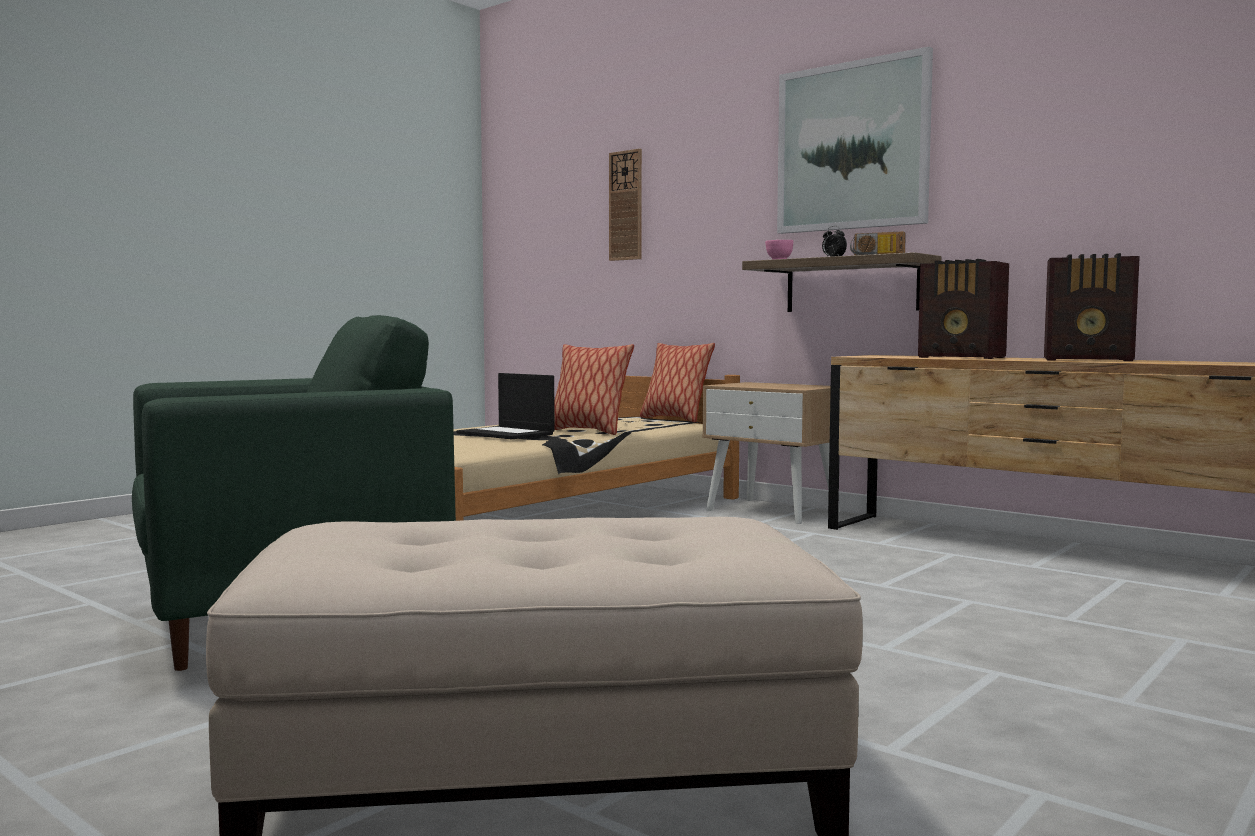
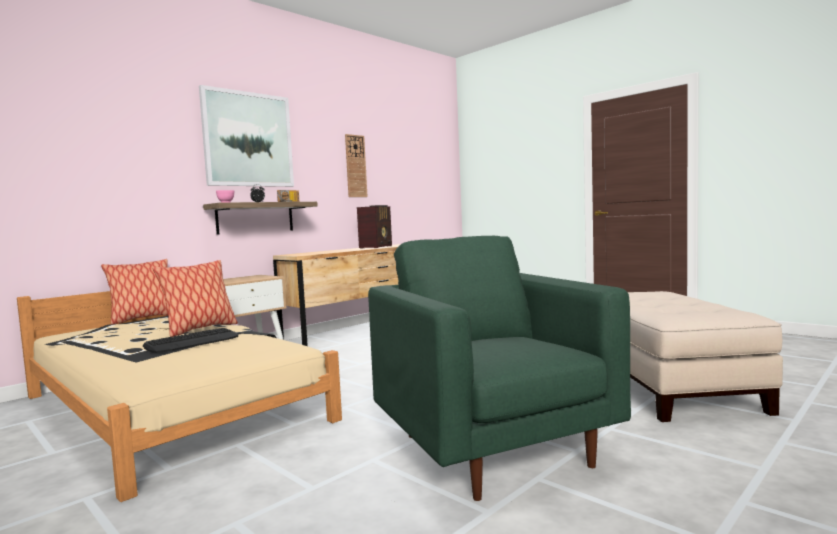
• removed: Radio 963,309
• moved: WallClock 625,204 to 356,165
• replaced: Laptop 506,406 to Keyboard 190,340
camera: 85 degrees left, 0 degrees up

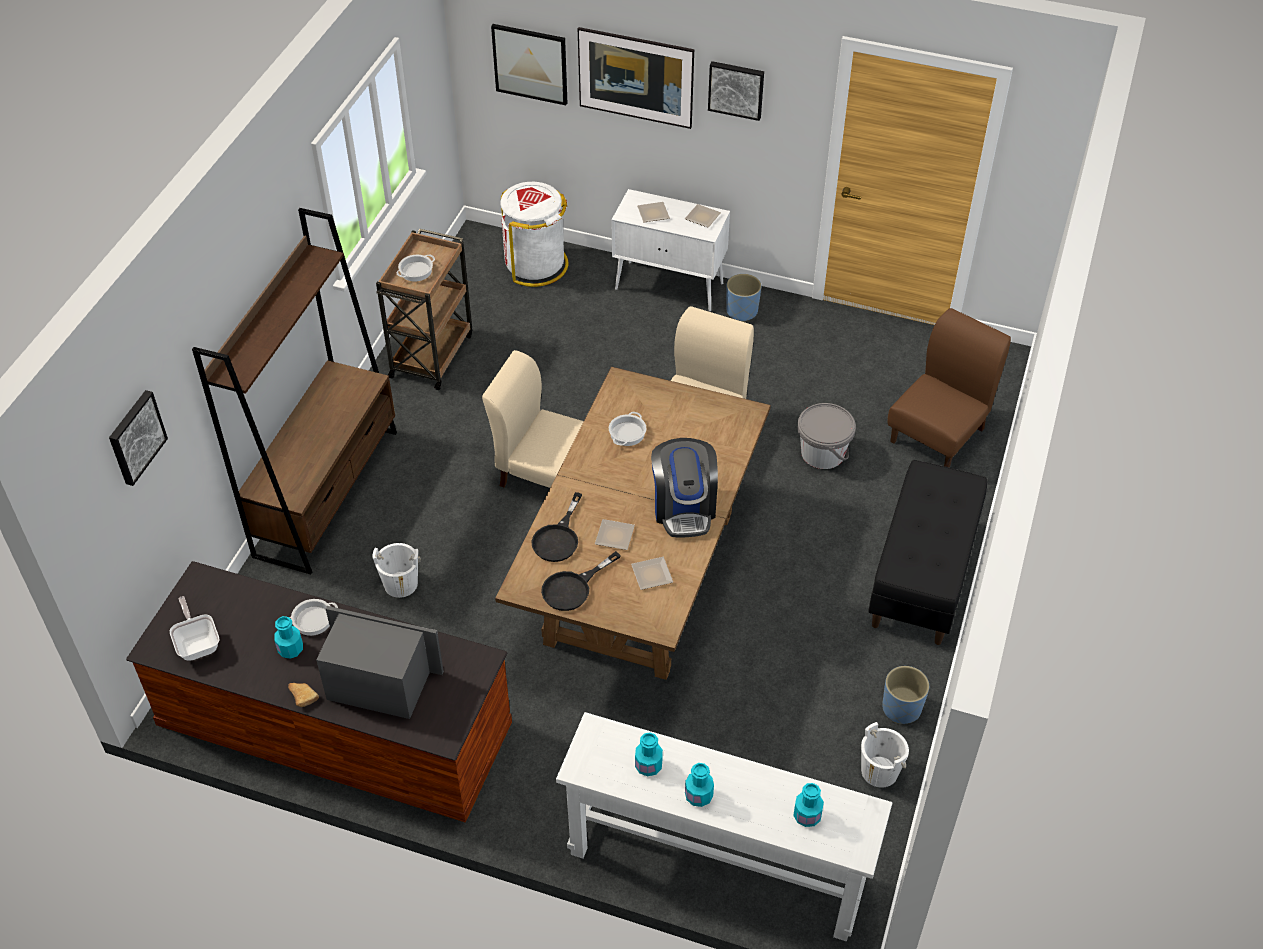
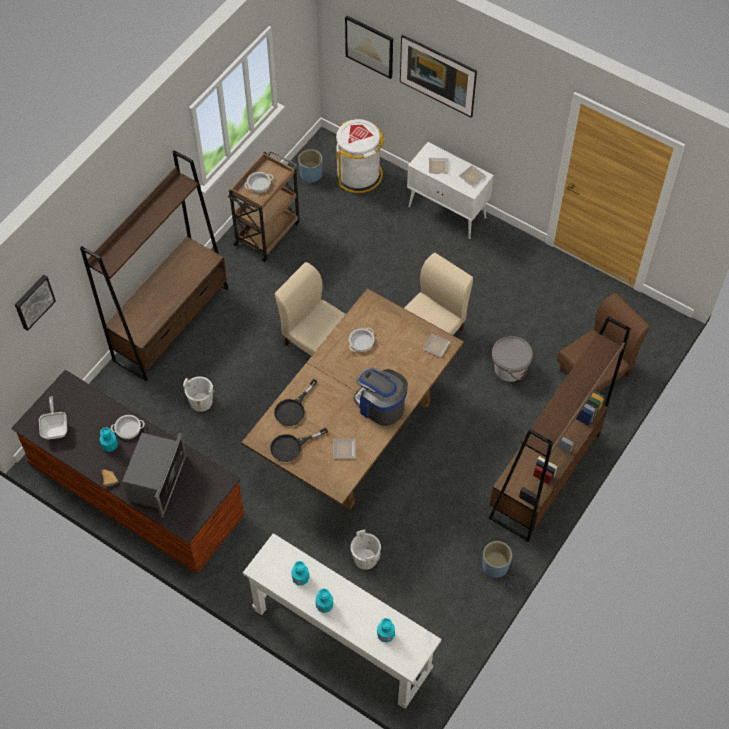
• removed: Picture 736,91
• moved: Plate 615,534 to 436,345
• moved: BluePlanter 743,298 to 310,166
• moved: WhiteBucket 885,755 to 365,549
• replaced: BlackBench 927,552 to BrownBookcase 560,429
• turned: Microwave 380,662 = 154,475 75 degrees clockwise
• turned: CoffeeMachine 684,488 = 380,396 120 degrees clockwise
camera: 15 degrees right, 10 degrees up

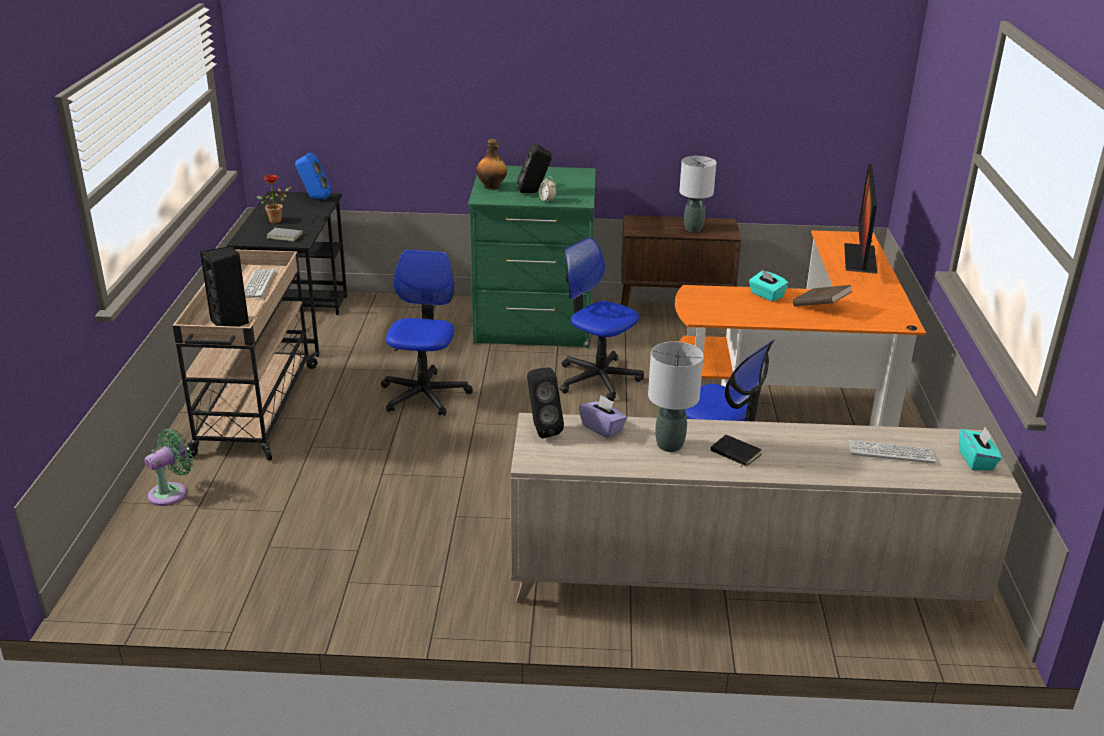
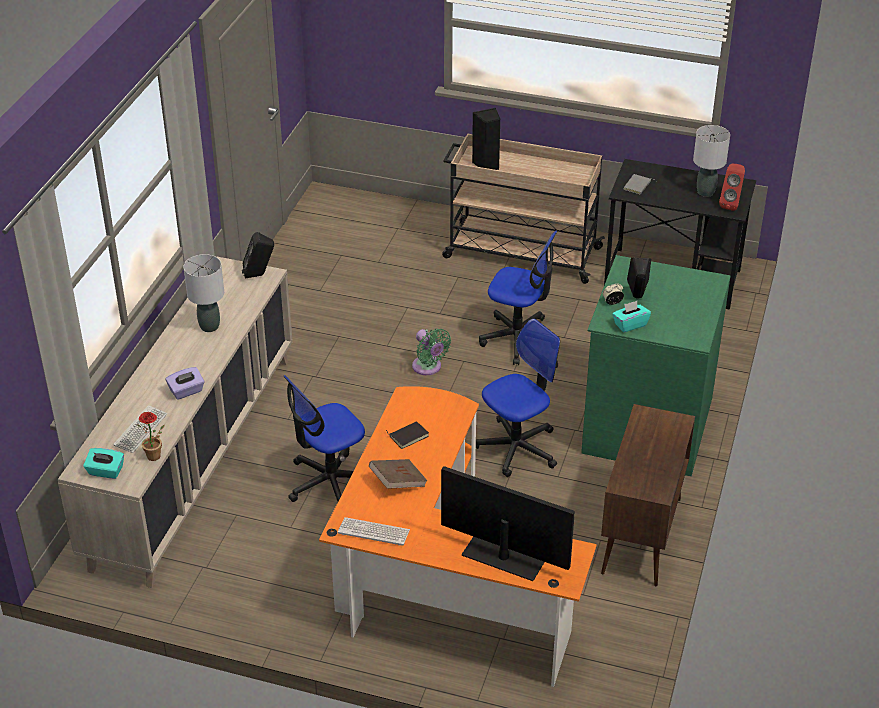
• removed: Bottle 491,164
• moved: GreenFan 169,467 to 431,352
• moved: Keyboard 259,283 to 374,531
• moved: PottedPlant 274,199 to 151,436
• moved: PurpleTissueBox 603,416 to 185,383
• moved: GreyTableLamp 698,194 to 711,161
• moved: BlackBook 736,451 to 407,435
• moved: TurquoiseTissueBox 768,286 to 631,316
• recoloured: BlueSpeaker 313,176 to RedSpeaker 732,187
camera: 105 degrees right, 10 degrees up

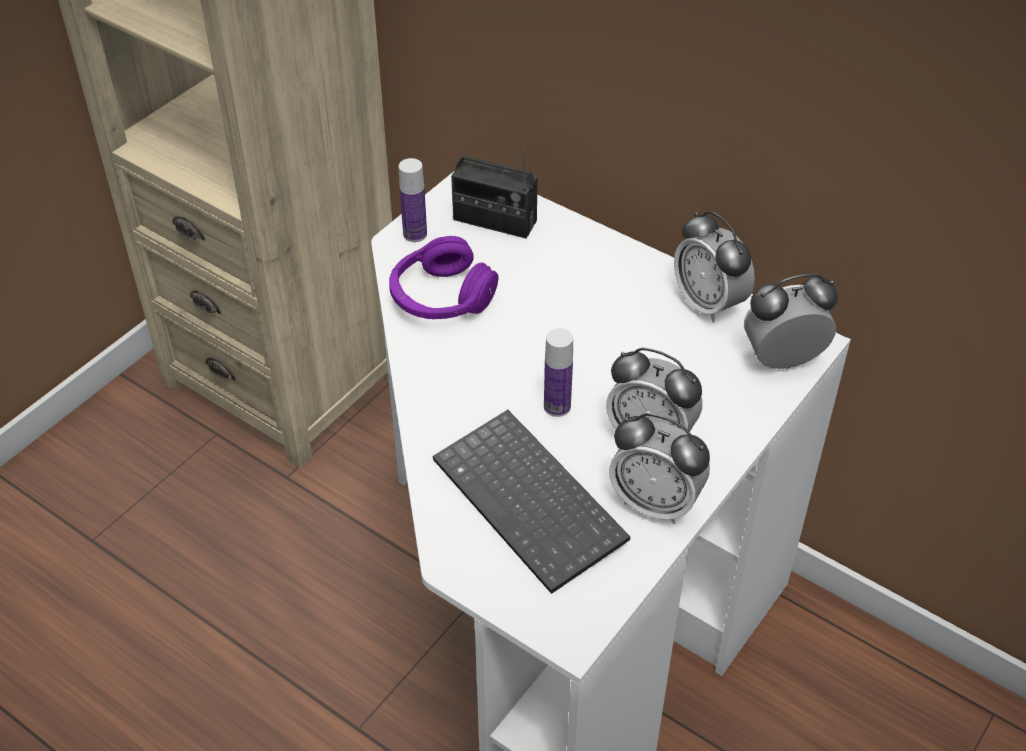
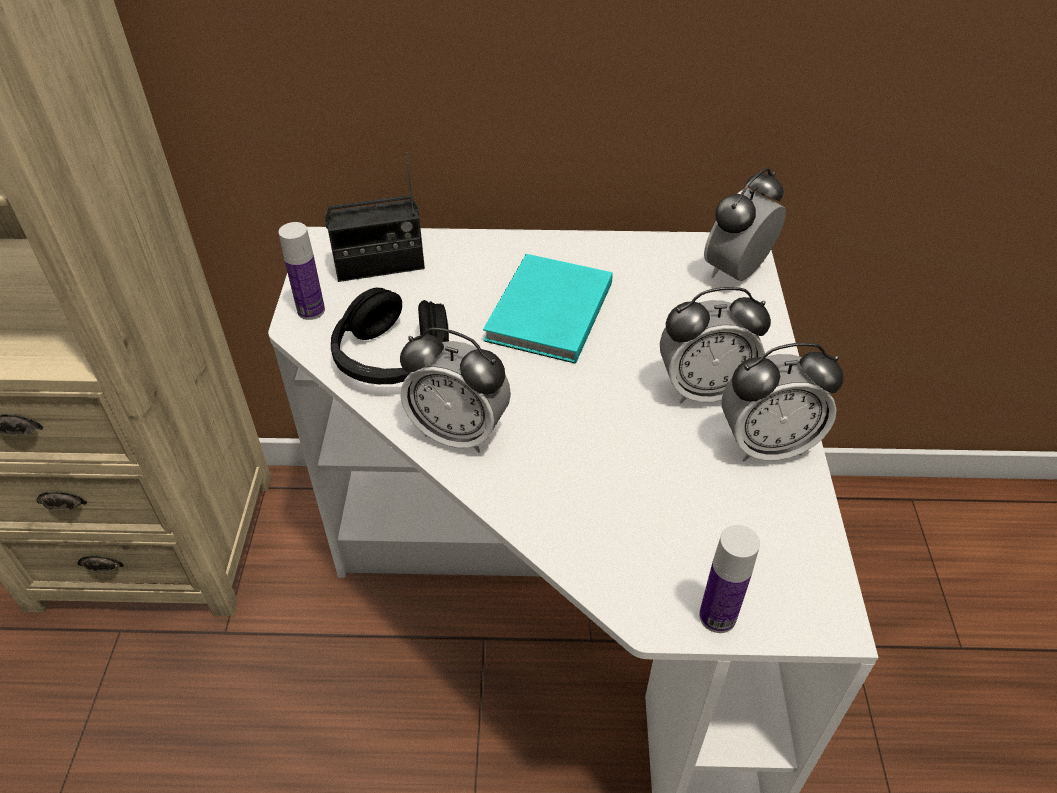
• removed: Keyboard 531,502
• added: TurquoiseBook 548,309
• moved: Bottle 558,372 to 729,579
• moved: AlarmClock 714,267 to 455,390
• recoloured: PurpleHeadphones 443,277 to BlackHeadphones 390,336
camera: 35 degrees left, 0 degrees up

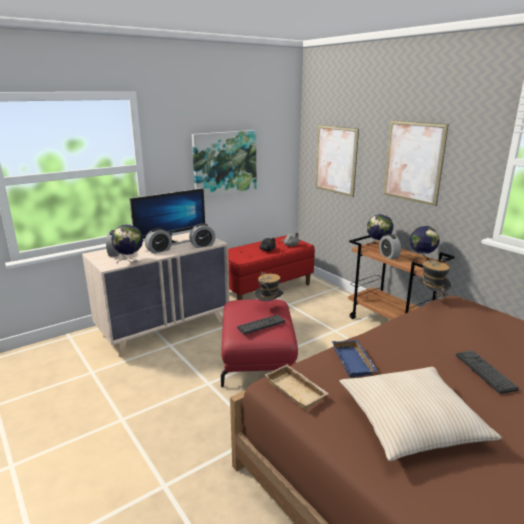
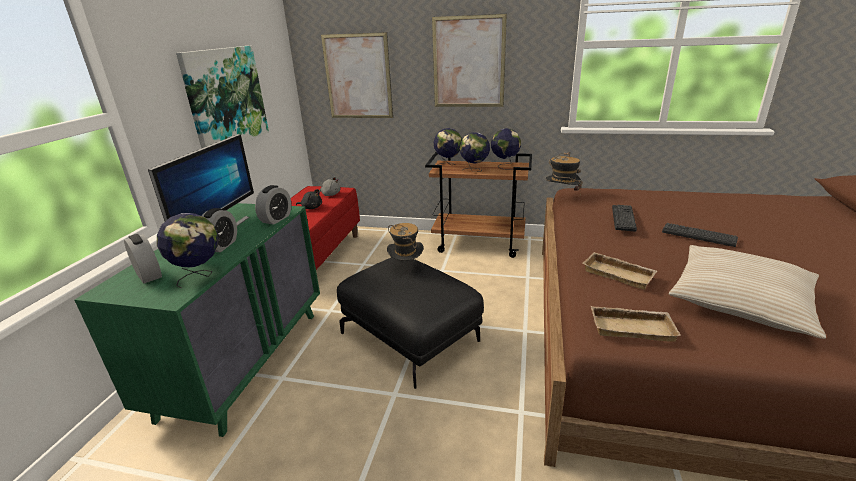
• moved: Keyboard 261,325 to 624,218
• replaced: AlarmClock 390,246 to Globe 475,152
• recoloured: BeigeDresser 156,294 to GreenDresser 197,320
• recoloured: RedOttoman 259,343 to BlackOttoman 410,323
• recoloured: BlueTray 355,359 to BeigeTray 619,271
camera: 40 degrees left, 5 degrees up

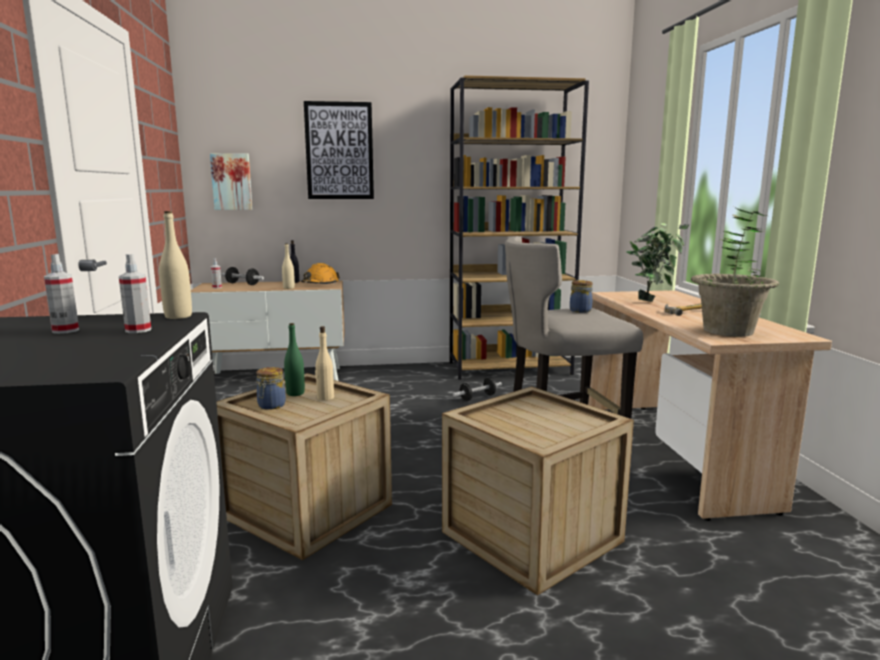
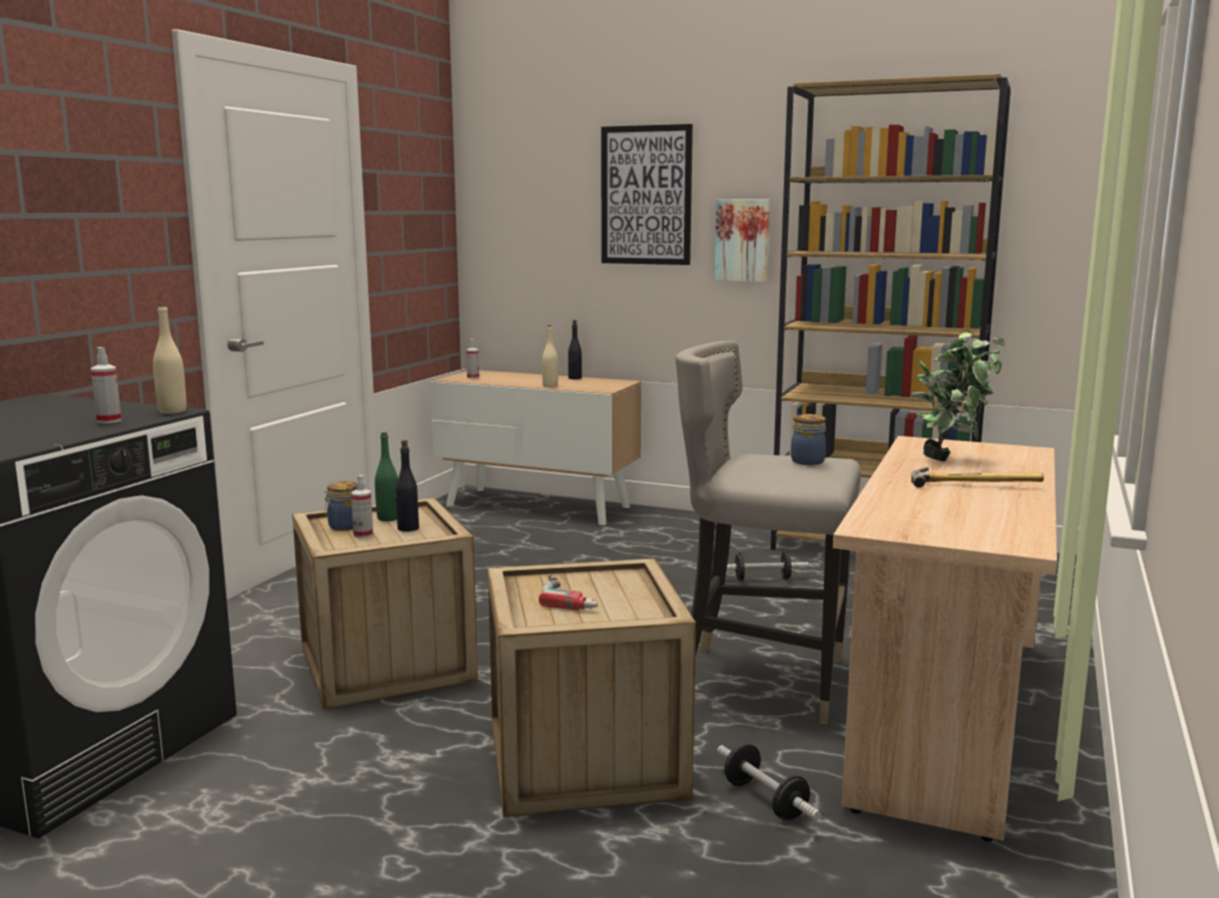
• removed: OrangeHardHat 320,273
• removed: PottedPlant 735,271
• added: PowerDrill 568,593
• moved: SprayBottle 61,294 to 362,506
• moved: Picture 231,181 to 742,240
• moved: Dumbbell 242,276 to 769,782
• recoloured: BeigeBottle 324,363 to BlackBottle 407,486
camera: 30 degrees right, 0 degrees up

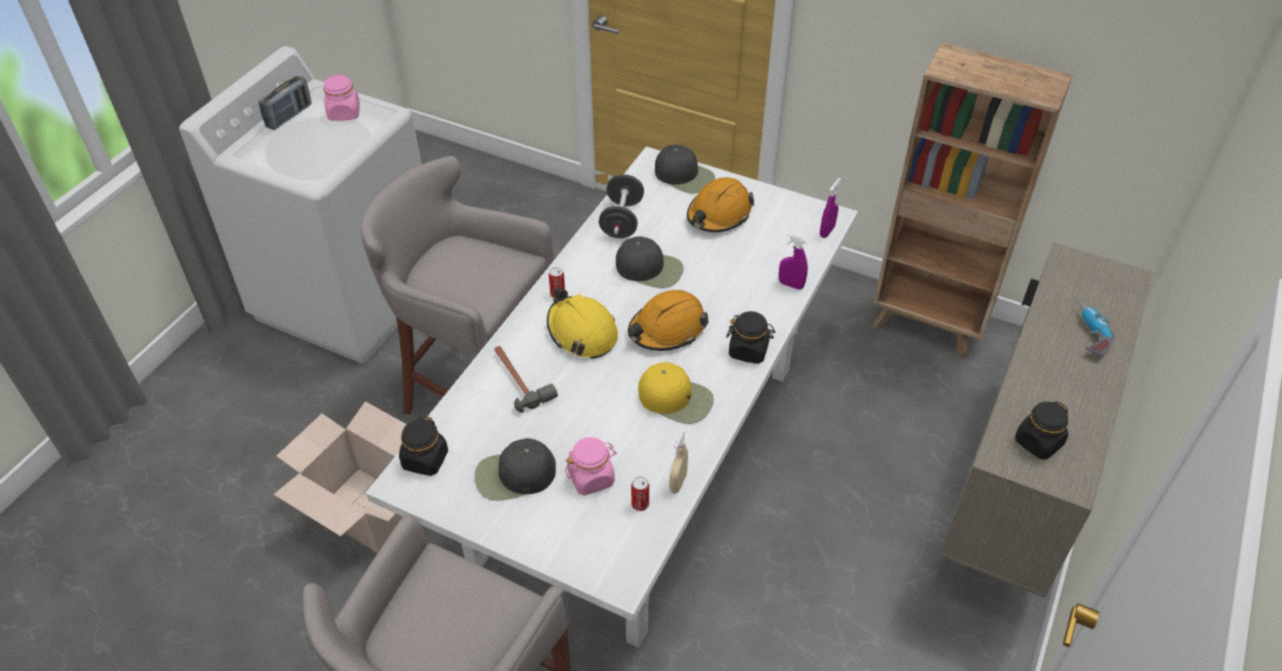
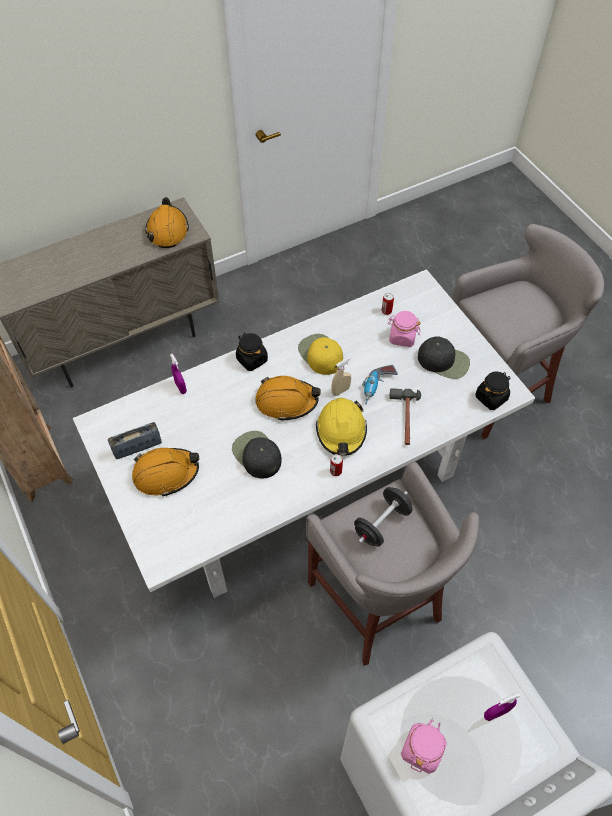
• removed: CardboardBox 340,477
• removed: BlackCap 685,169
• moved: Radio 285,103 to 135,440
• moved: BlackDumbbell 621,206 to 383,517
• moved: BeigeSprayBottle 678,462 to 341,376
• moved: PurpleSprayBottle 830,208 to 502,707
• moved: PowerDrill 1095,327 to 380,385
• replaced: BlackJar 1041,431 to OrangeHardHat 167,222
camera: 145 degrees left, 10 degrees up

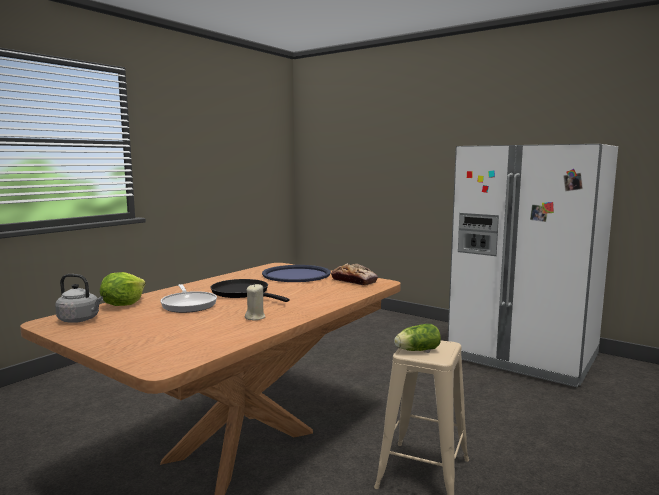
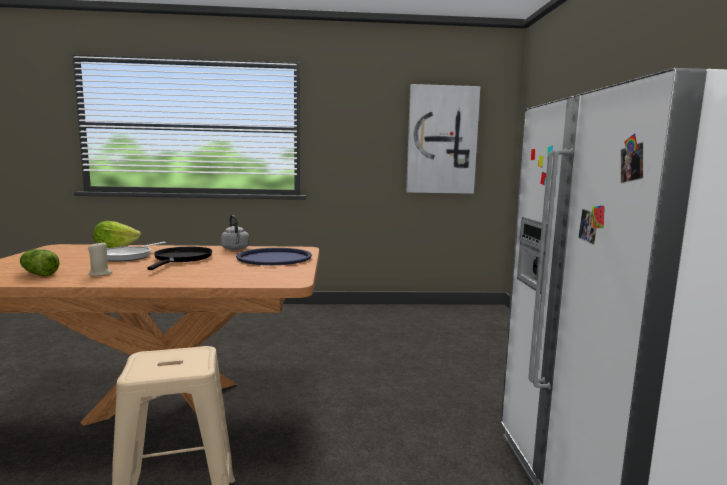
• removed: Bread 354,274
• added: Picture 443,139
• moved: GreyKettle 79,298 to 235,232
• moved: Lettuce 417,337 to 40,262
camera: 50 degrees right, 0 degrees up

